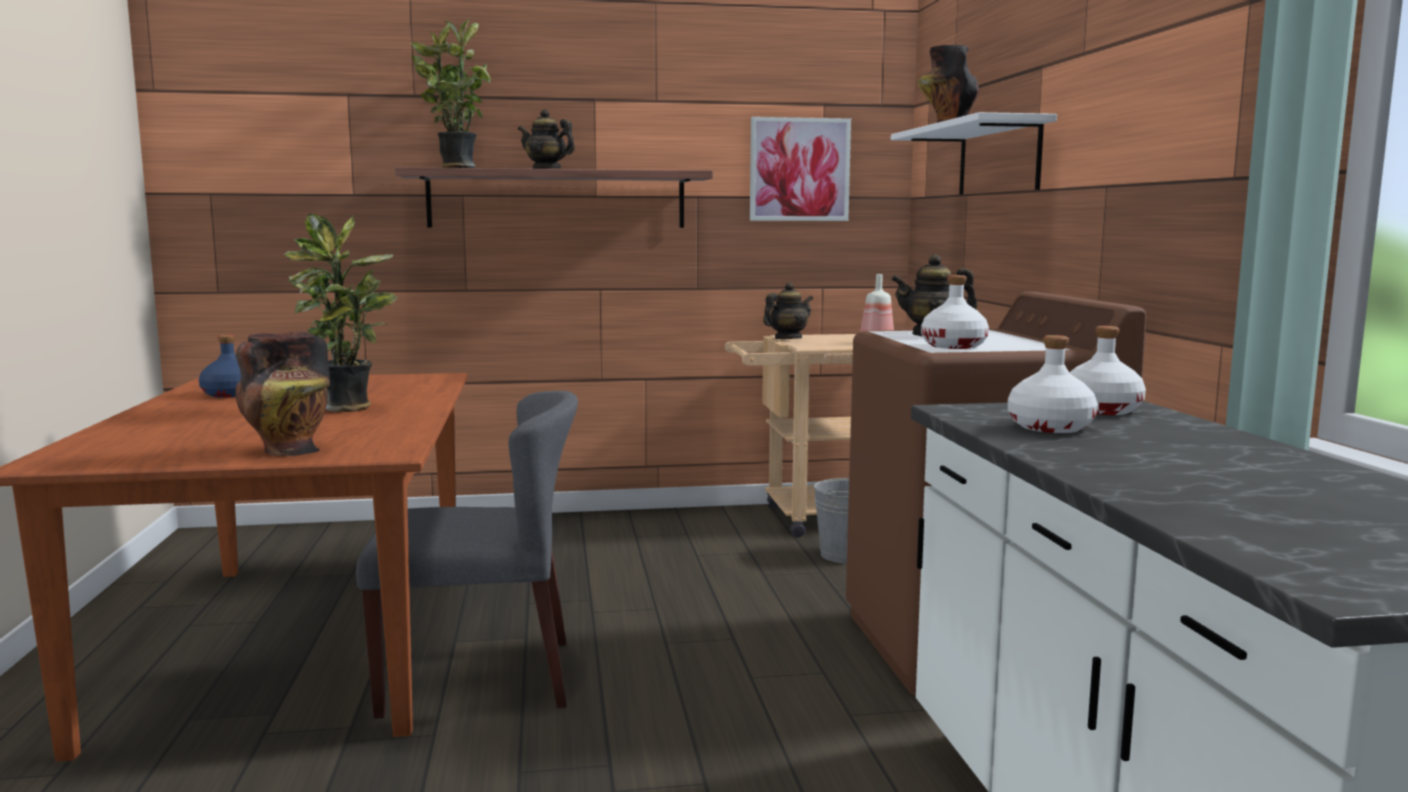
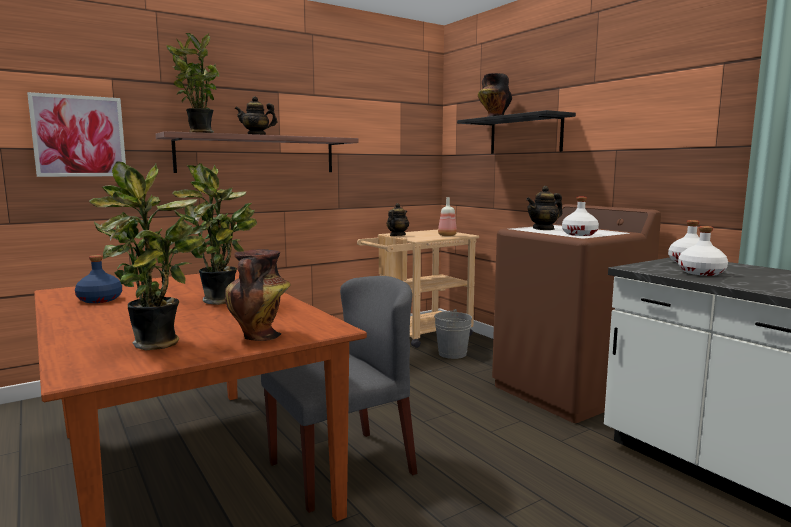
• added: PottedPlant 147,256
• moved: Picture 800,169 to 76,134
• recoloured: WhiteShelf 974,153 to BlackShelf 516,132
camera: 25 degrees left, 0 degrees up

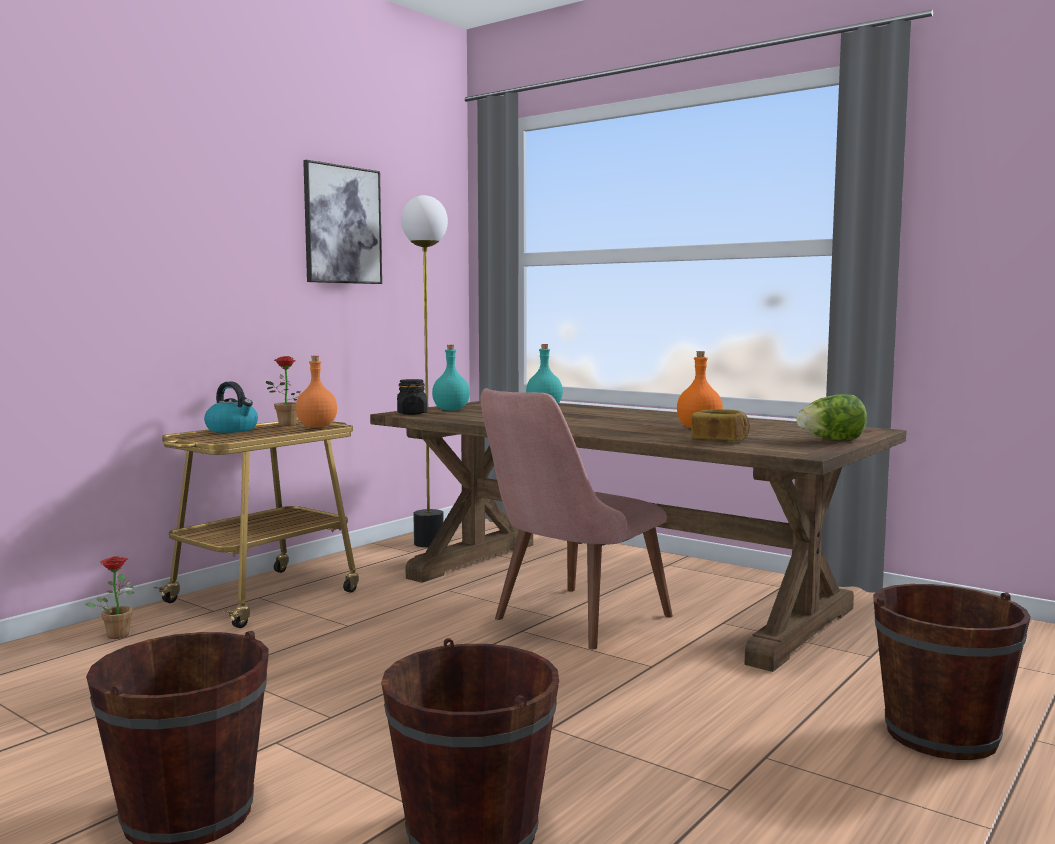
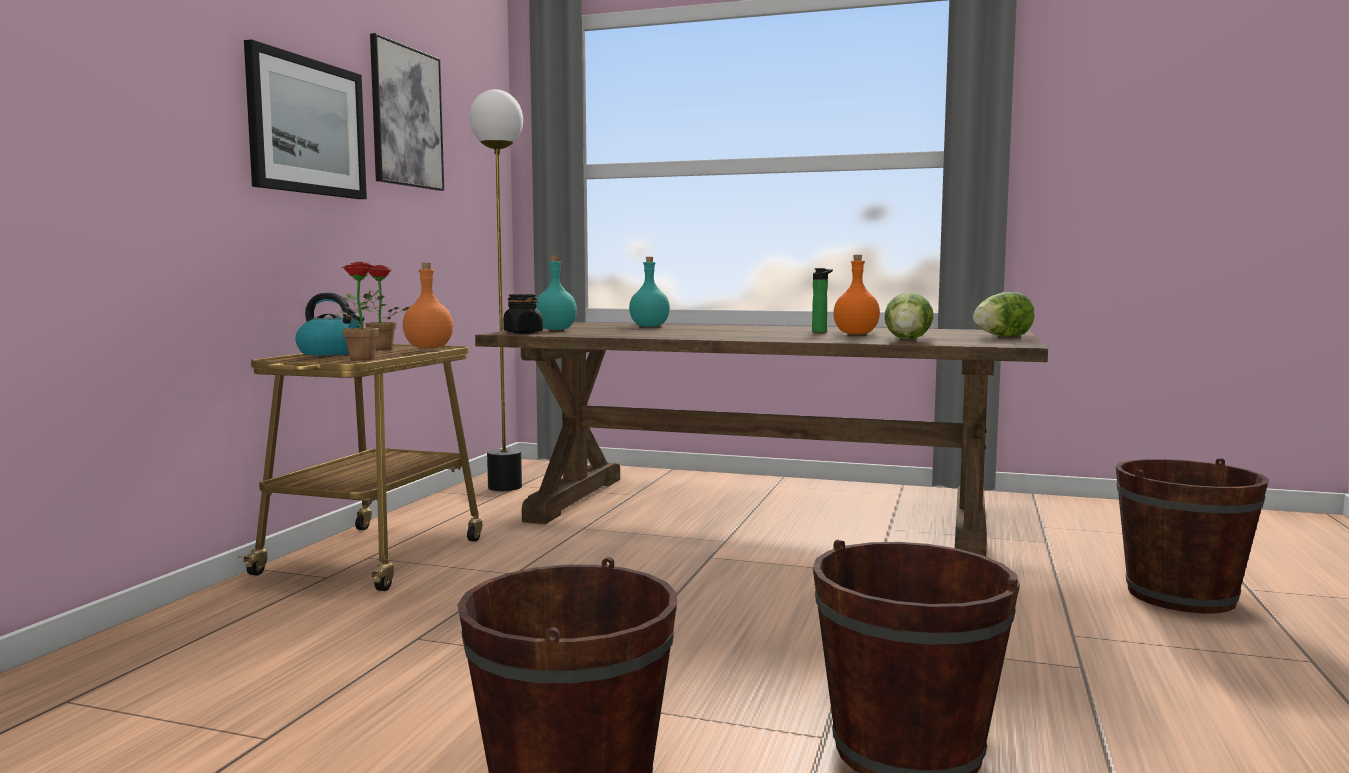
• removed: PinkChair 577,519
• added: Picture 305,119
• added: Bottle 822,300
• moved: PottedPlant 109,598 to 358,311
• replaced: Bread 720,425 to Lettuce 909,316
camera: 20 degrees left, 0 degrees up

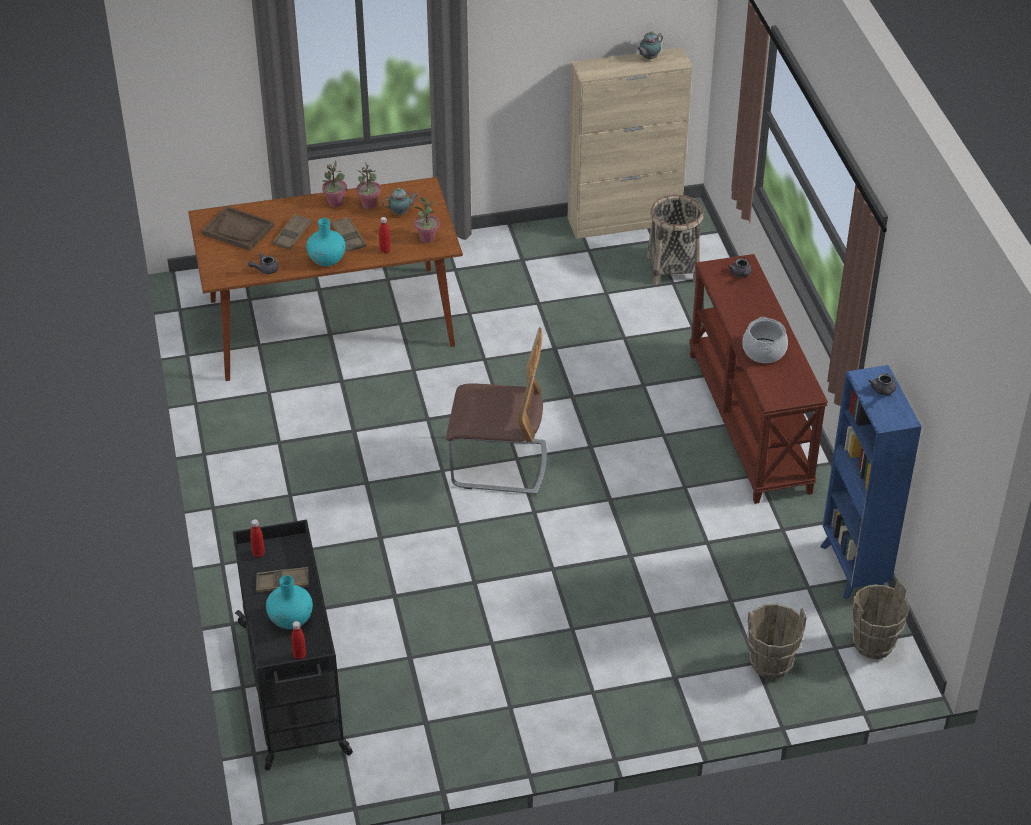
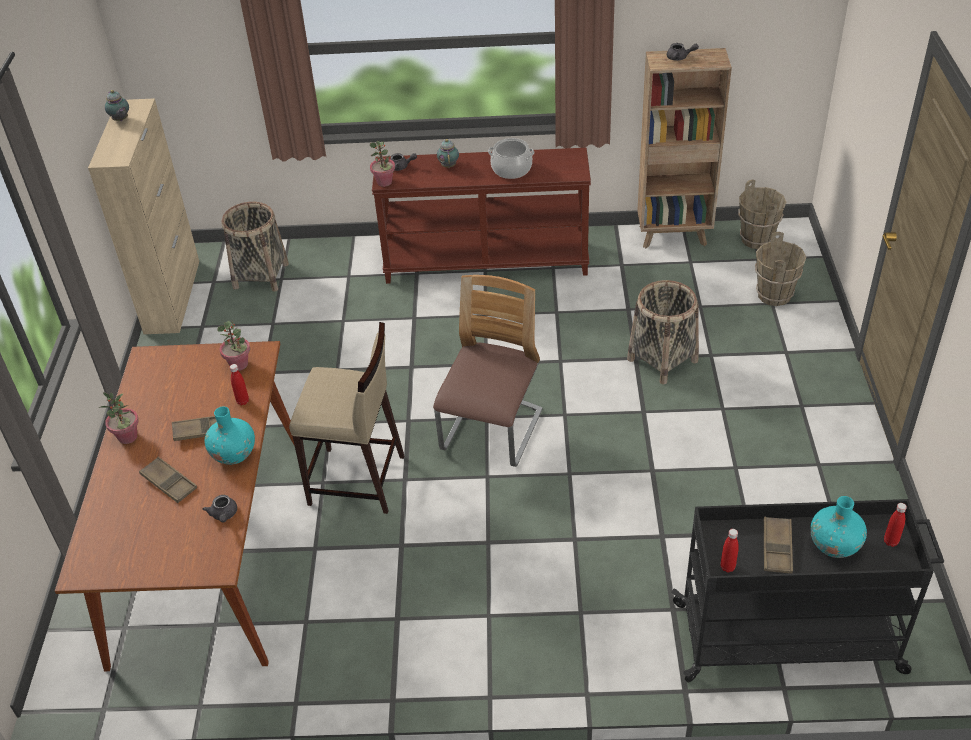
• removed: BrownTray 238,228
• added: BeigeStool 346,418
• added: Basket 663,332
• moved: PottedPlant 368,186 to 382,164
• moved: Teapot 400,201 to 448,153
• recoloured: BlueBookcase 871,482 to BrownBookcase 684,148
camera: 75 degrees left, 0 degrees up

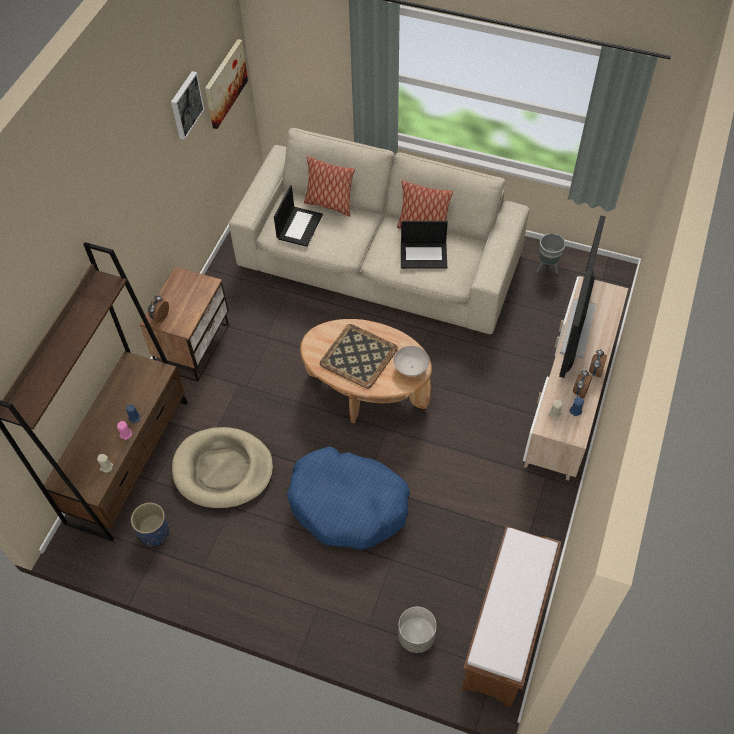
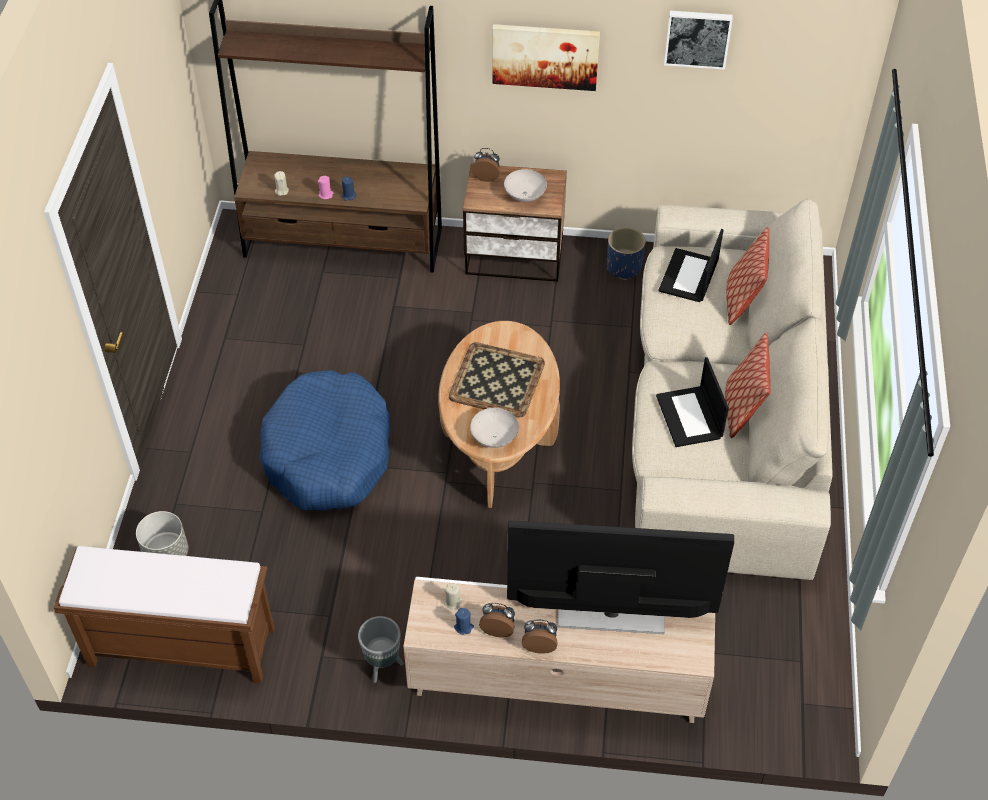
• removed: BeigeDogBed 222,468
• added: WhiteBowl 525,185
• moved: BluePlanter 150,524 to 626,253
• moved: Picture 226,84 to 546,57
• moved: GreyPlanter 551,253 to 380,649
• turned: Laptop 298,216 = 691,265 105 degrees clockwise
camera: 75 degrees right, 5 degrees down

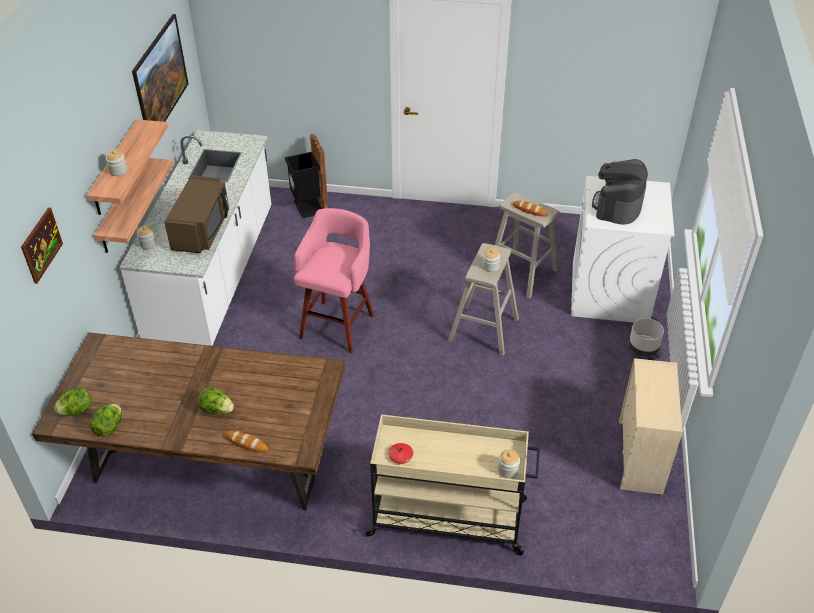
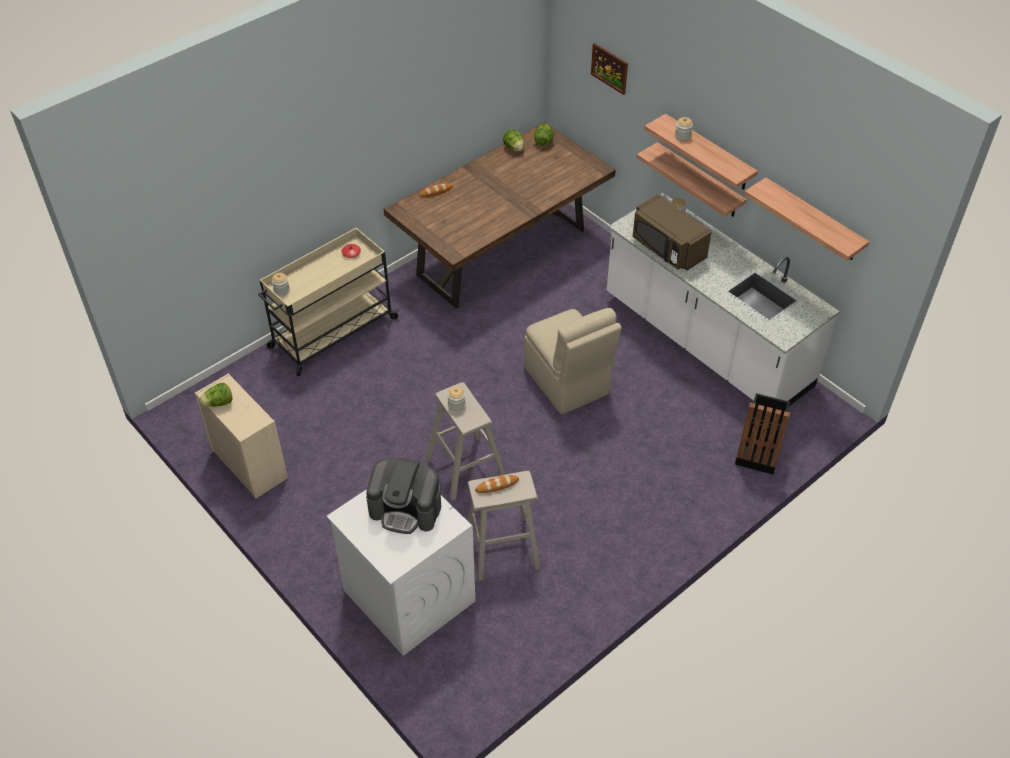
• removed: GreyPlanter 646,337
• moved: Lettuce 216,400 to 216,395
• replaced: Picture 160,68 to Shelf 806,219
• replaced: PinkStool 334,280 to BeigeChair 573,361
• turned: CoffeeMachine 620,192 = 403,495 135 degrees clockwise
camera: 130 degrees right, 5 degrees up

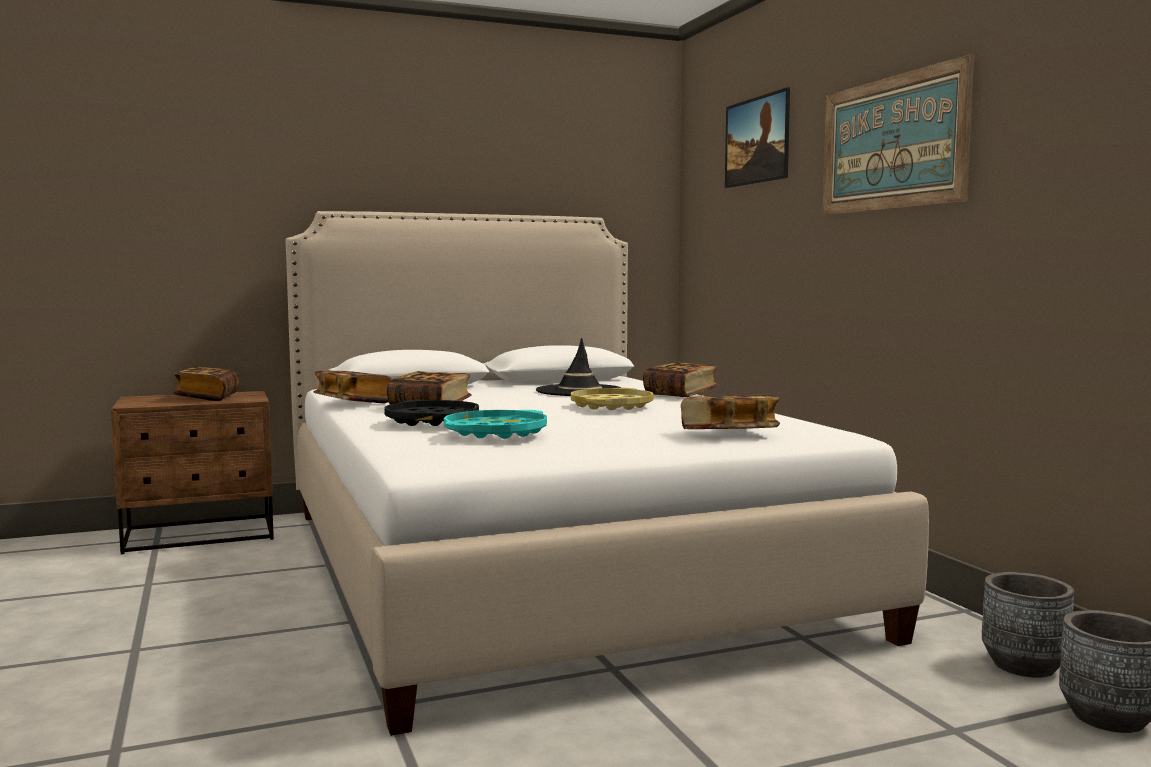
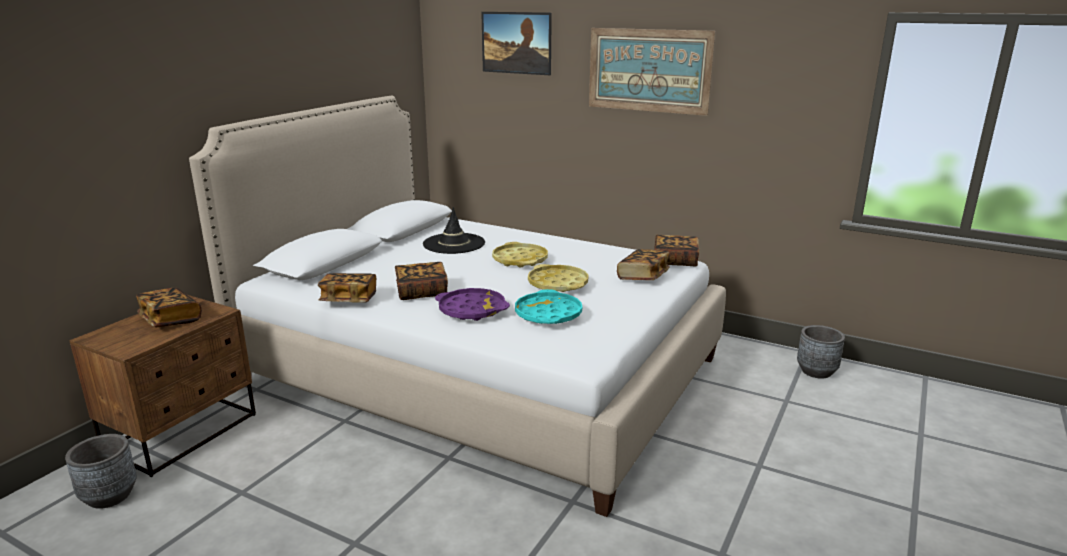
• added: YellowTray 558,278
• moved: Book 681,379 to 676,250
• moved: GreyPlanter 1028,625 to 101,471
• recoloured: BlackTray 431,413 to PurpleTray 472,304
camera: 40 degrees left, 15 degrees up

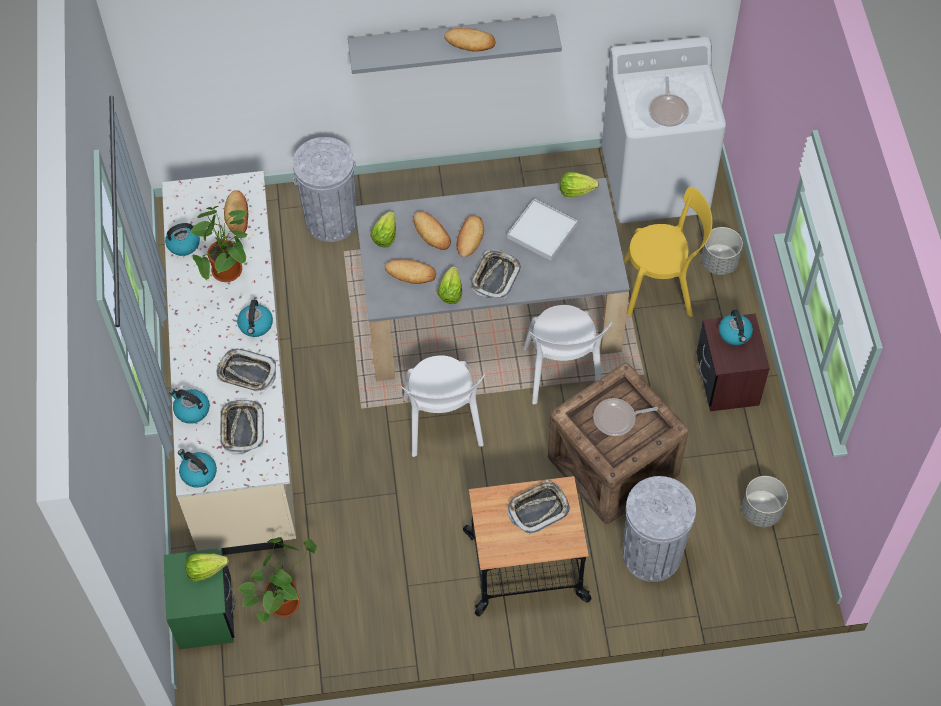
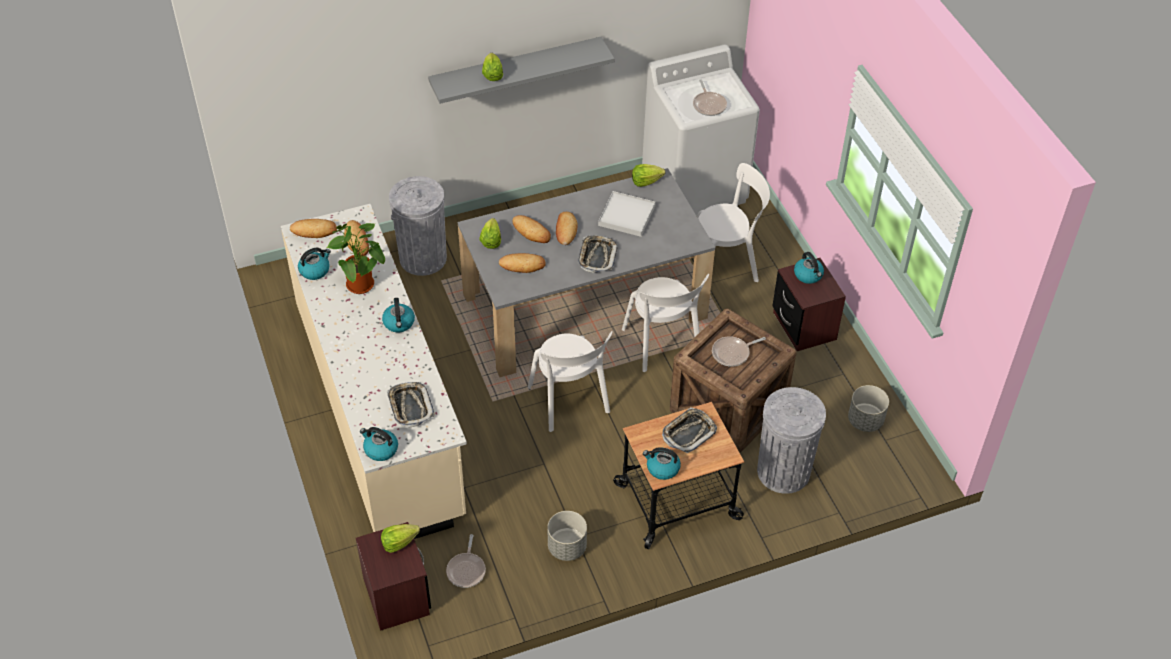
• removed: Tray 246,369
• moved: Kettle 189,406 to 662,463
• moved: Lettuce 449,285 to 492,67
• moved: Bread 469,40 to 313,228
• moved: GreyPlanter 722,251 to 567,536
• replaced: PottedPlant 277,580 to FryingPan 466,561
• recoloured: GreenNightstand 199,598 to BrownNightstand 393,576
• recoloured: YellowChair 668,252 to WhiteChair 733,222
camera: 15 degrees left, 10 degrees down

